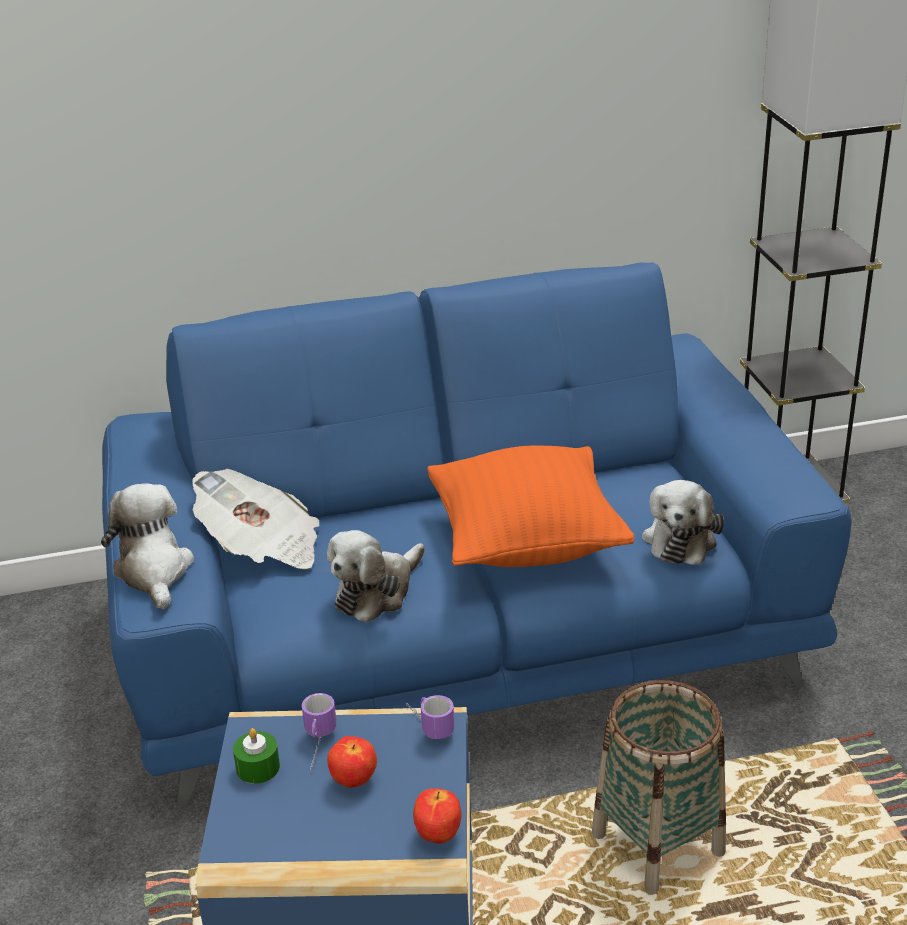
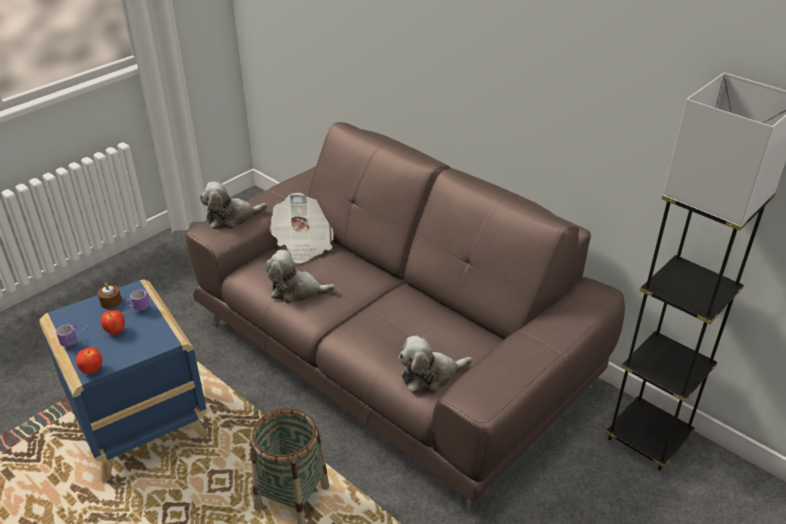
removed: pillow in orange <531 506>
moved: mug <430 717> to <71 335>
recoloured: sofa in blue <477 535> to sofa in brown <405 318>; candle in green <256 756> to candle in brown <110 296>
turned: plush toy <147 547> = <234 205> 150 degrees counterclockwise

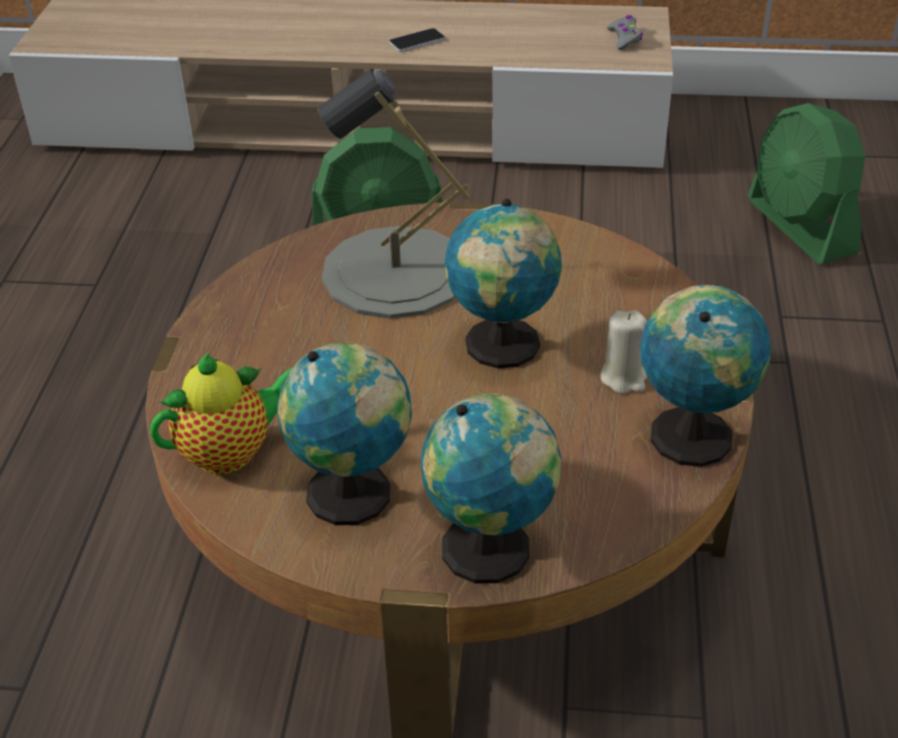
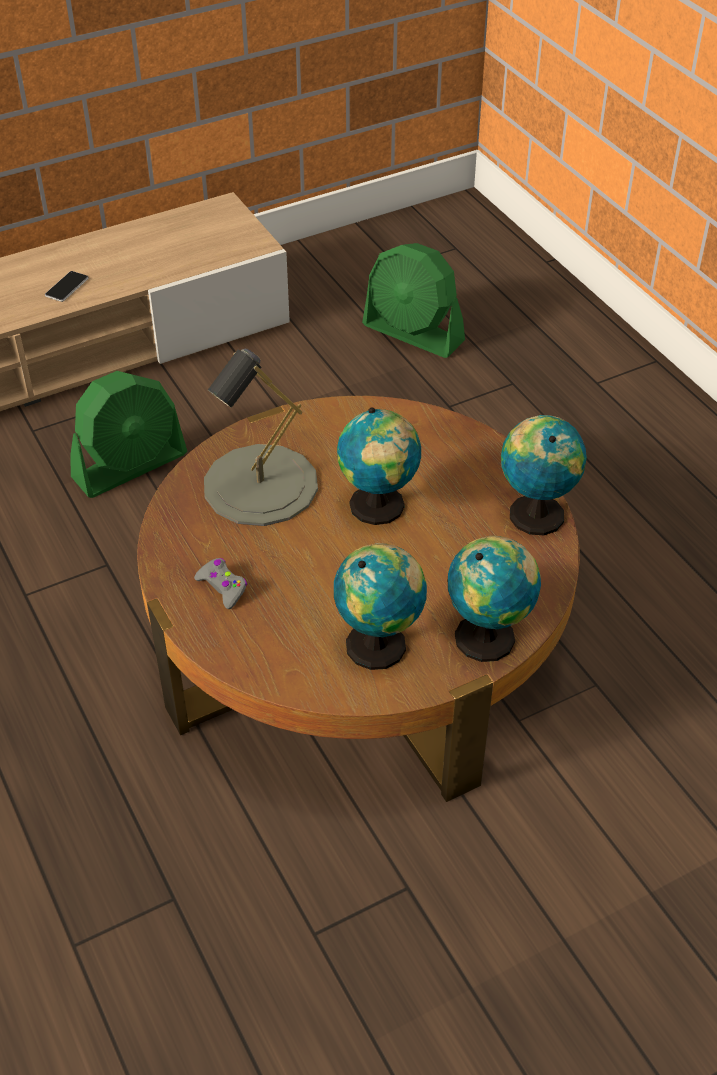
removed: candle in beige <623 352>; teapot <221 413>
moved: game controller in grey <625 32> to <220 583>

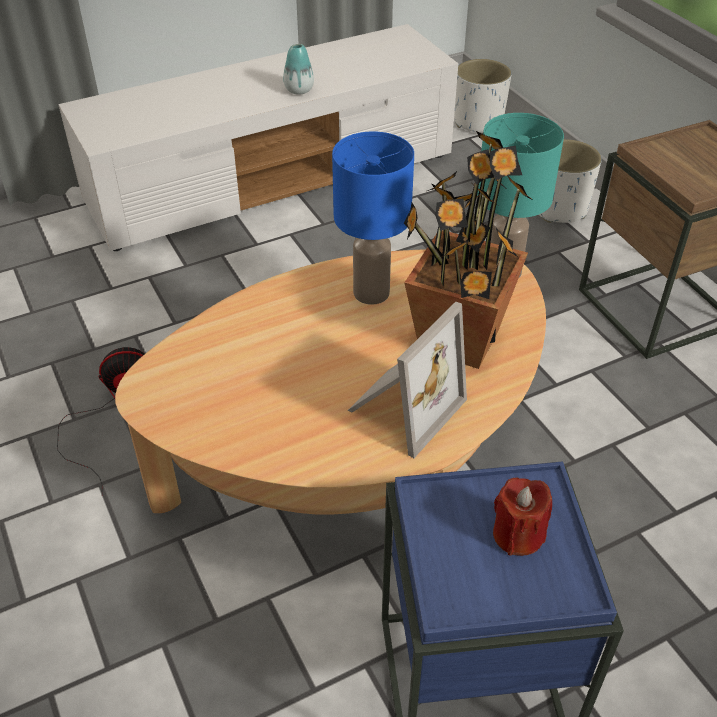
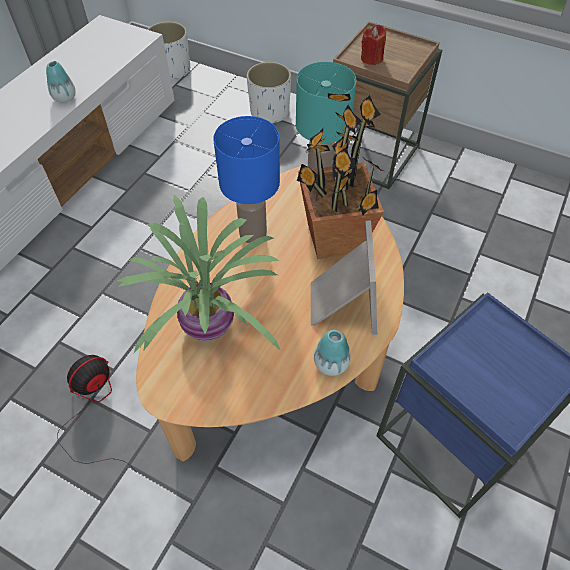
added: potted plant <199 274>; vase <332 353>
moved: candle in red <522 516> to <373 45>

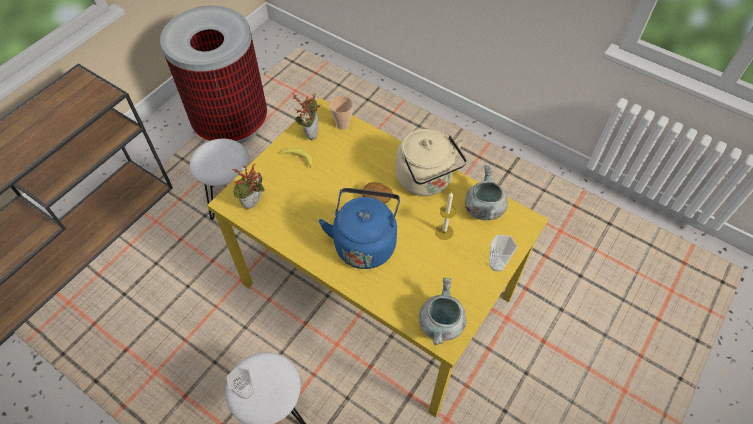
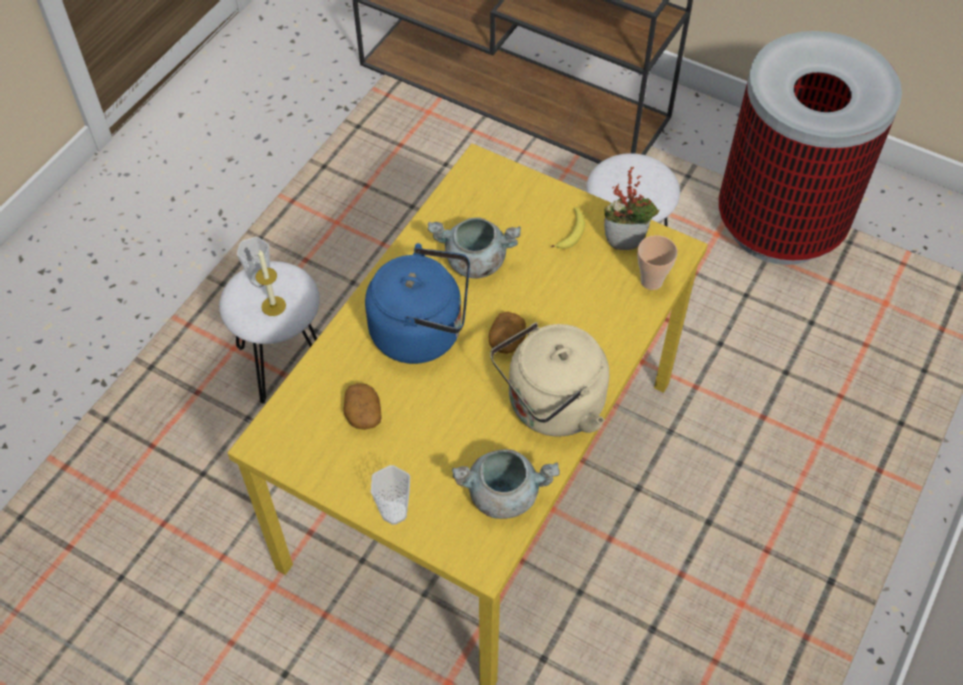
removed: potted plant <249 186>
added: potato <363 406>
moved: candle <445 216> to <270 283>; cooking pot in grey <443 311> to <474 248>

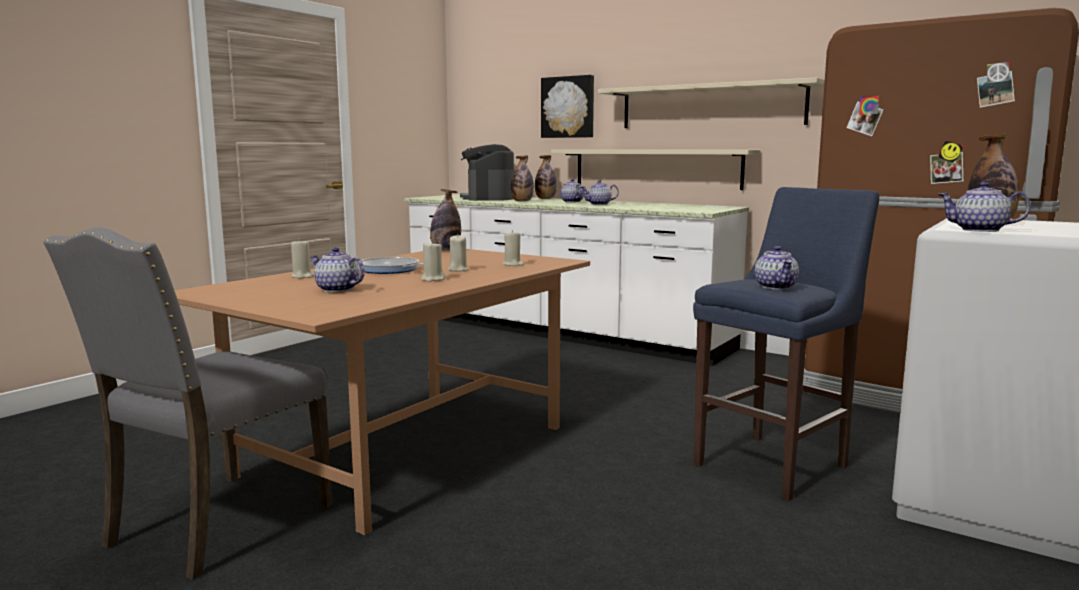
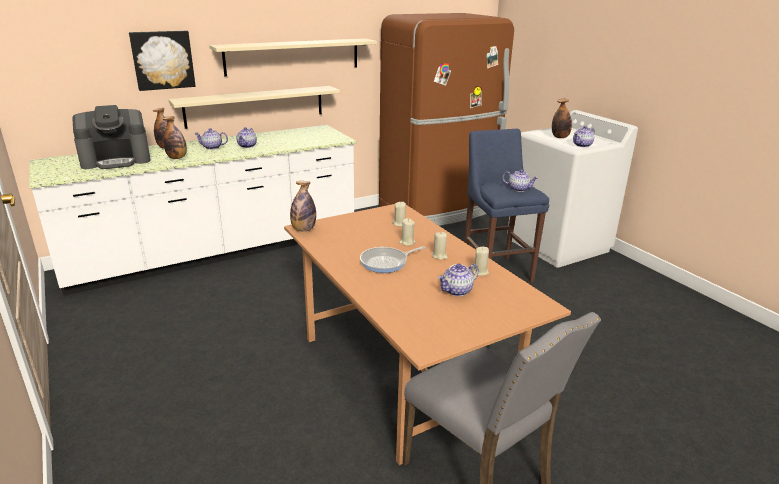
moved: candle in beige <302 258> to <480 261>
turned: coffee machine <487 172> = <111 137> 45 degrees counterclockwise

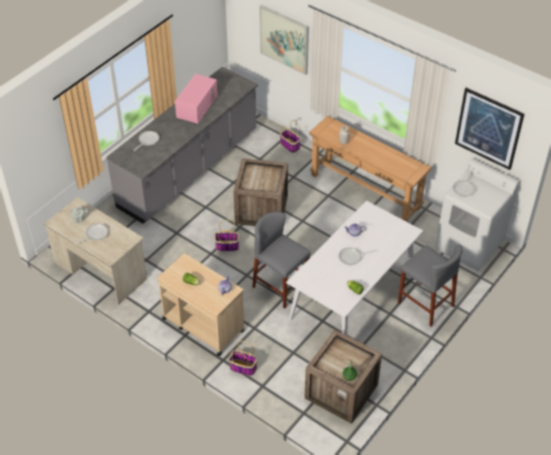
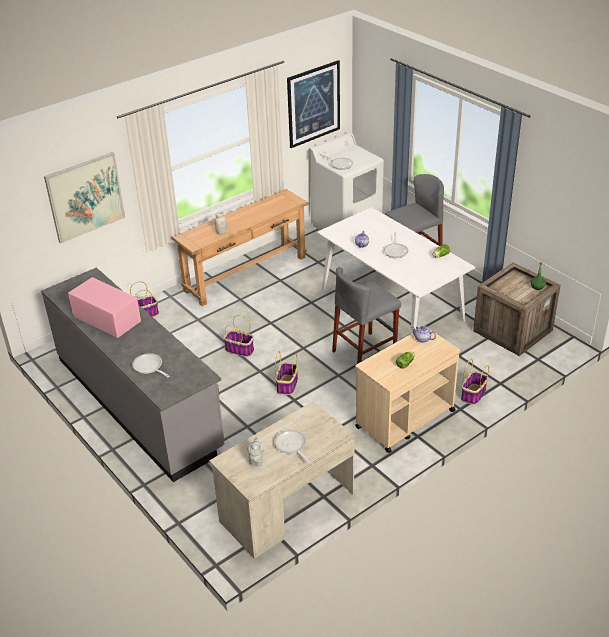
replaced: crate <261 192> to basket <239 336>

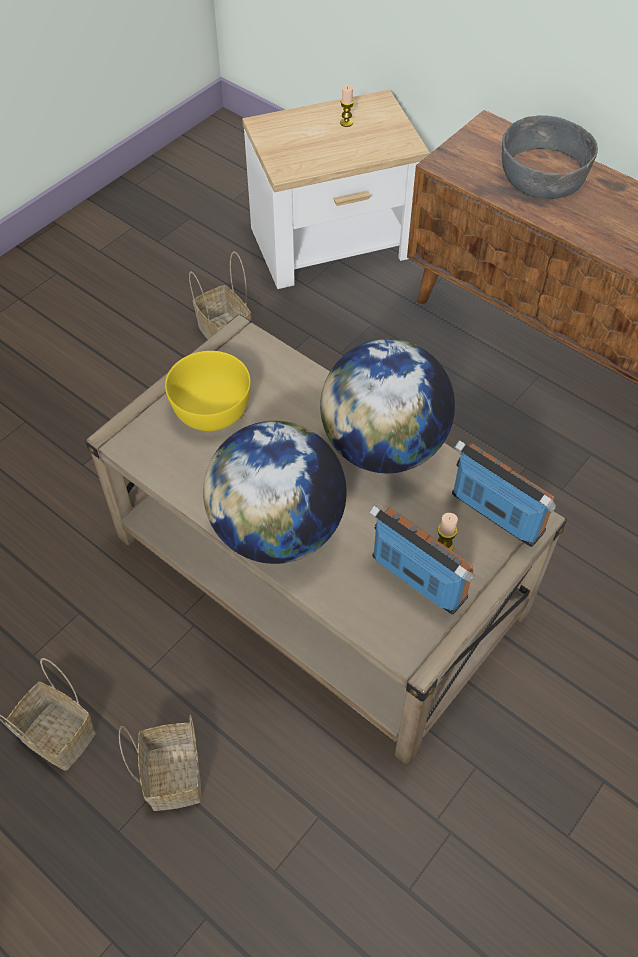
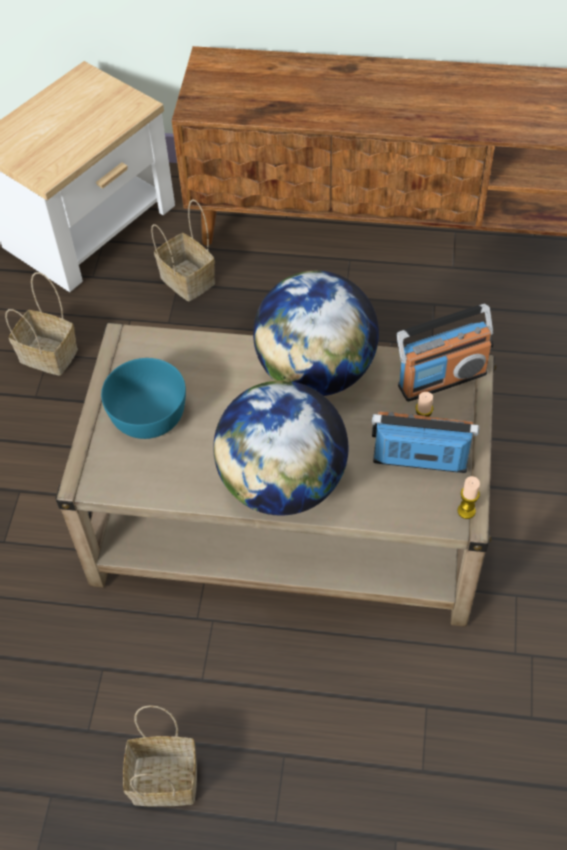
removed: bowl in grey <550 157>
moved: candle <347 105> to <468 497>; basket <160 762> to <183 250>
recoloured: bowl in yellow <208 391> to bowl in turquoise <143 398>
turned: radio <504 493> = <445 353> 150 degrees clockwise

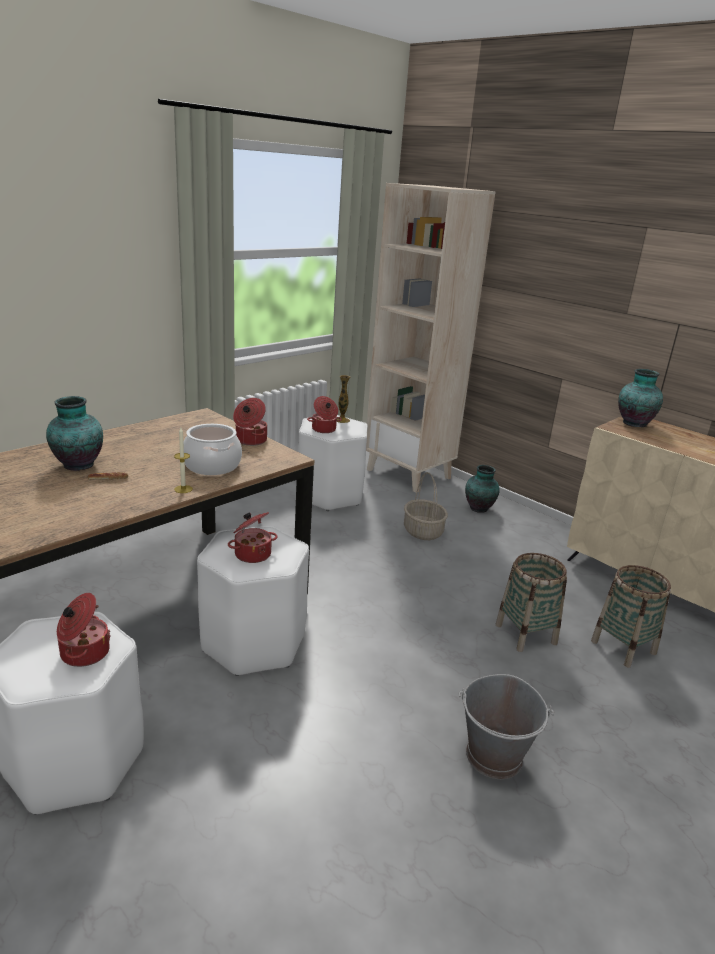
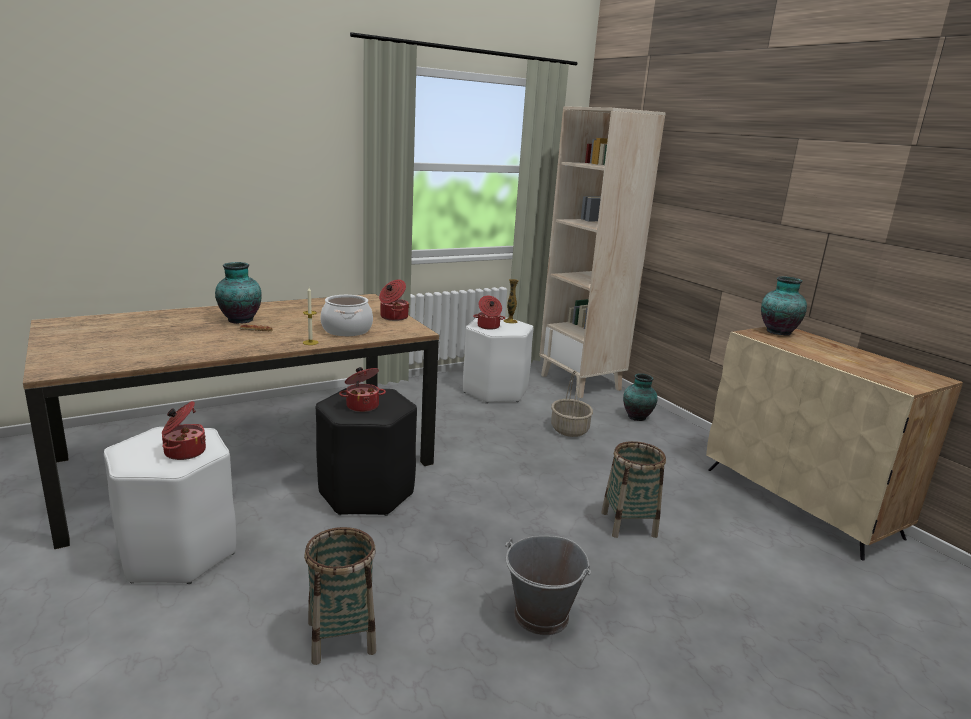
moved: basket <631 616> to <340 596>
recoloured: stool in white <253 601> to stool in black <366 452>

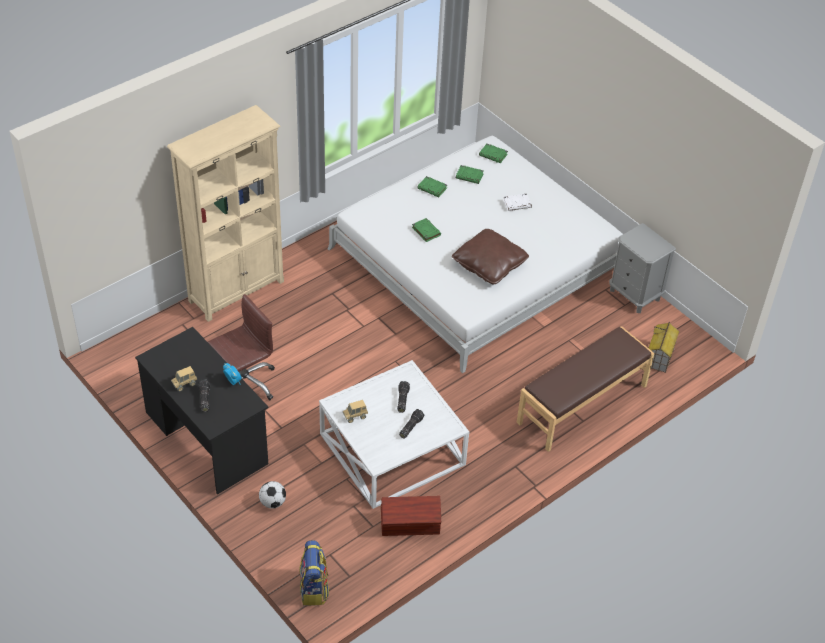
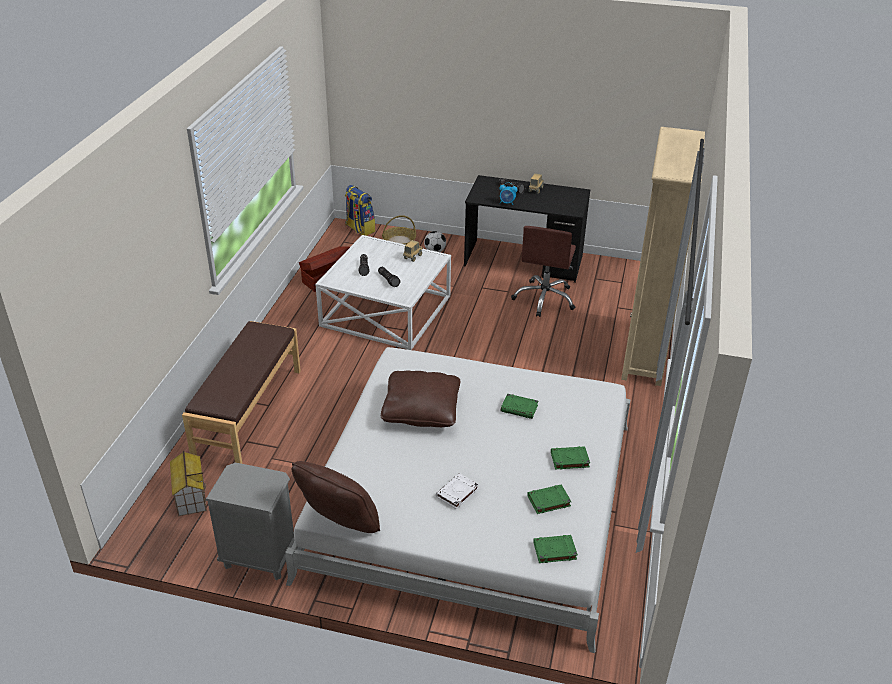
added: basket <399 230>; pillow in brown <336 497>

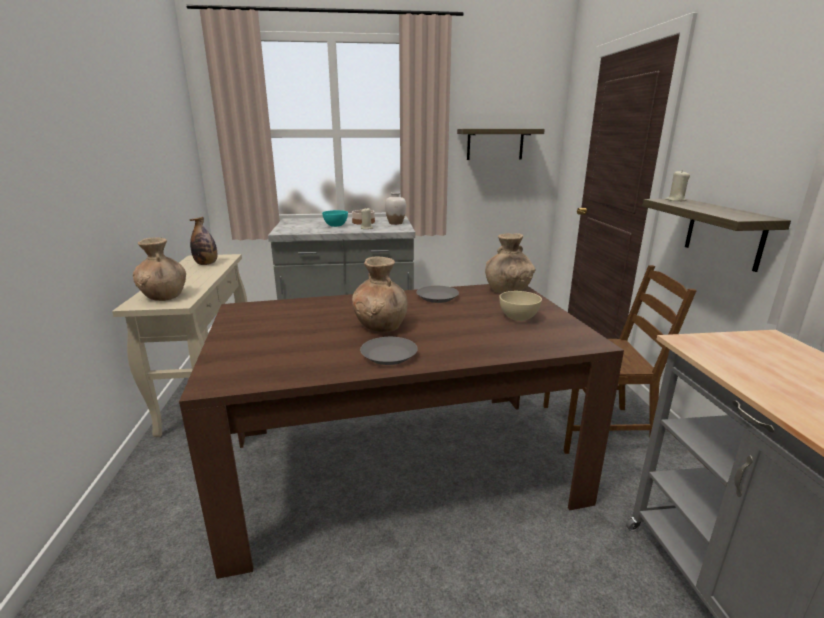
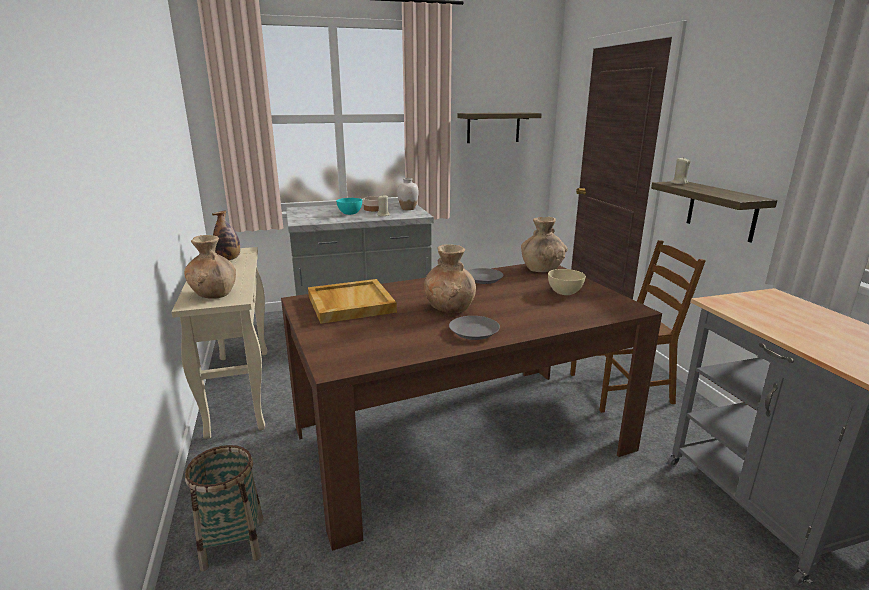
added: tray in beige <352 301>; basket <224 508>

